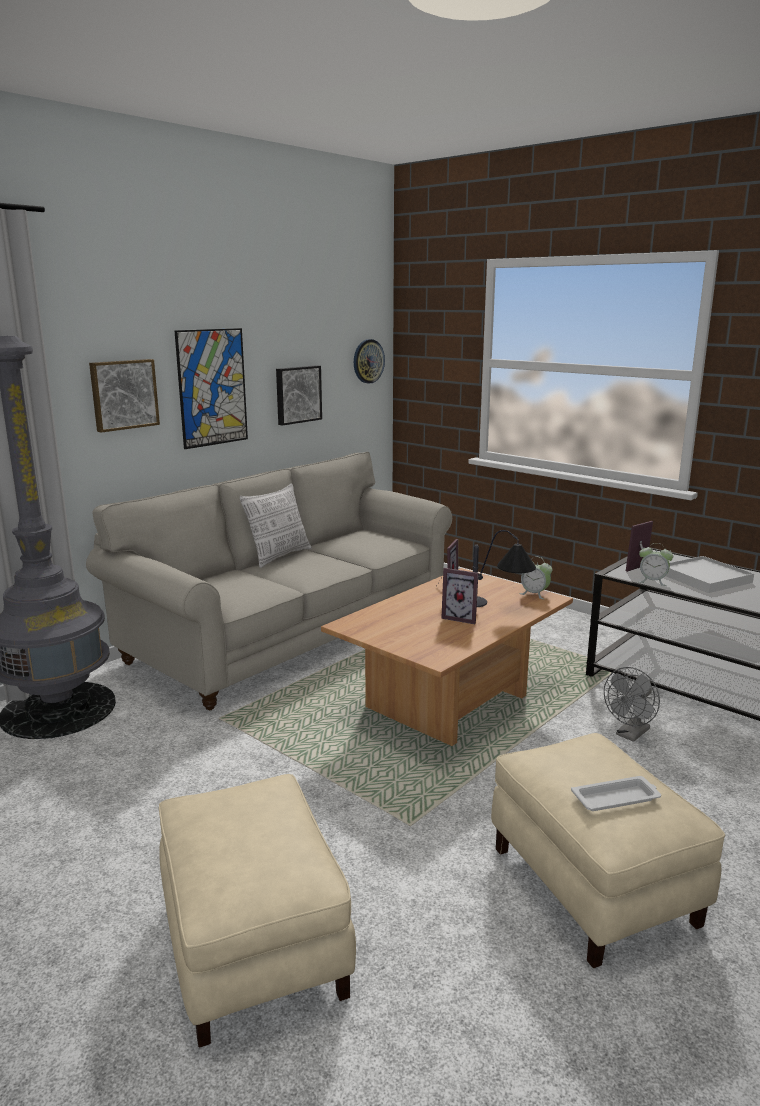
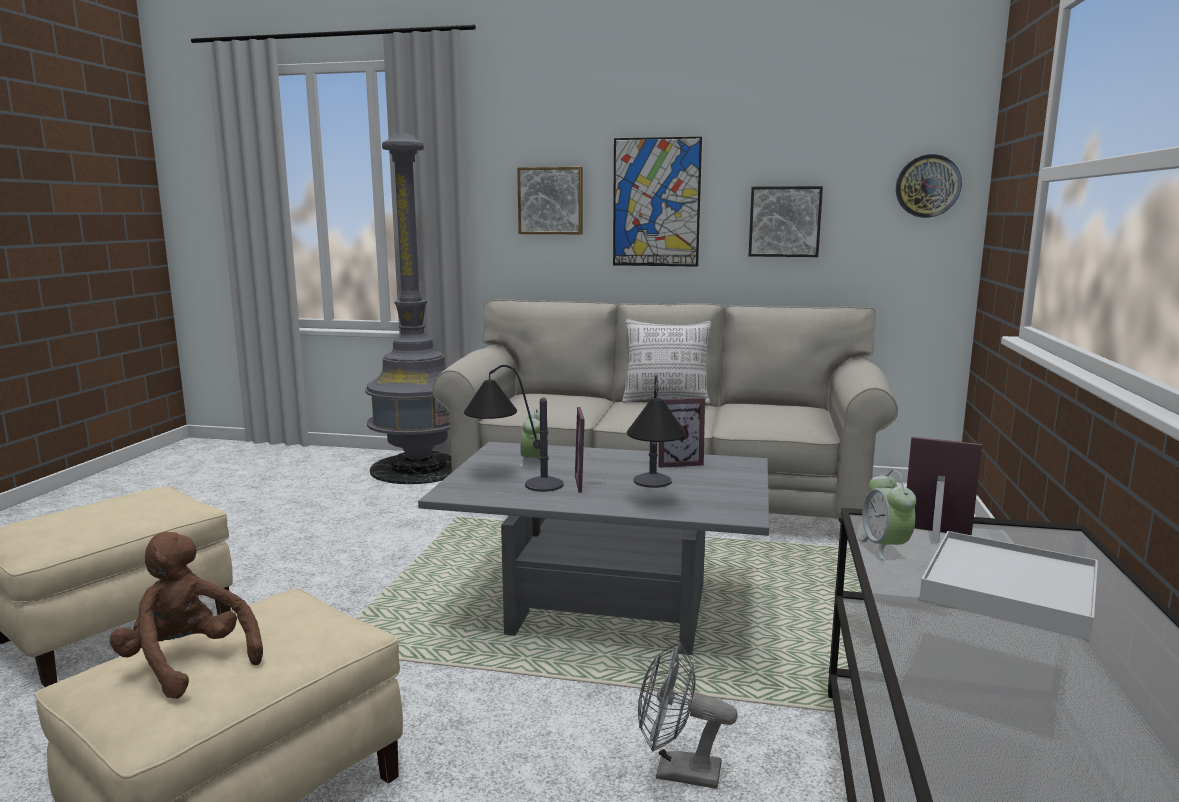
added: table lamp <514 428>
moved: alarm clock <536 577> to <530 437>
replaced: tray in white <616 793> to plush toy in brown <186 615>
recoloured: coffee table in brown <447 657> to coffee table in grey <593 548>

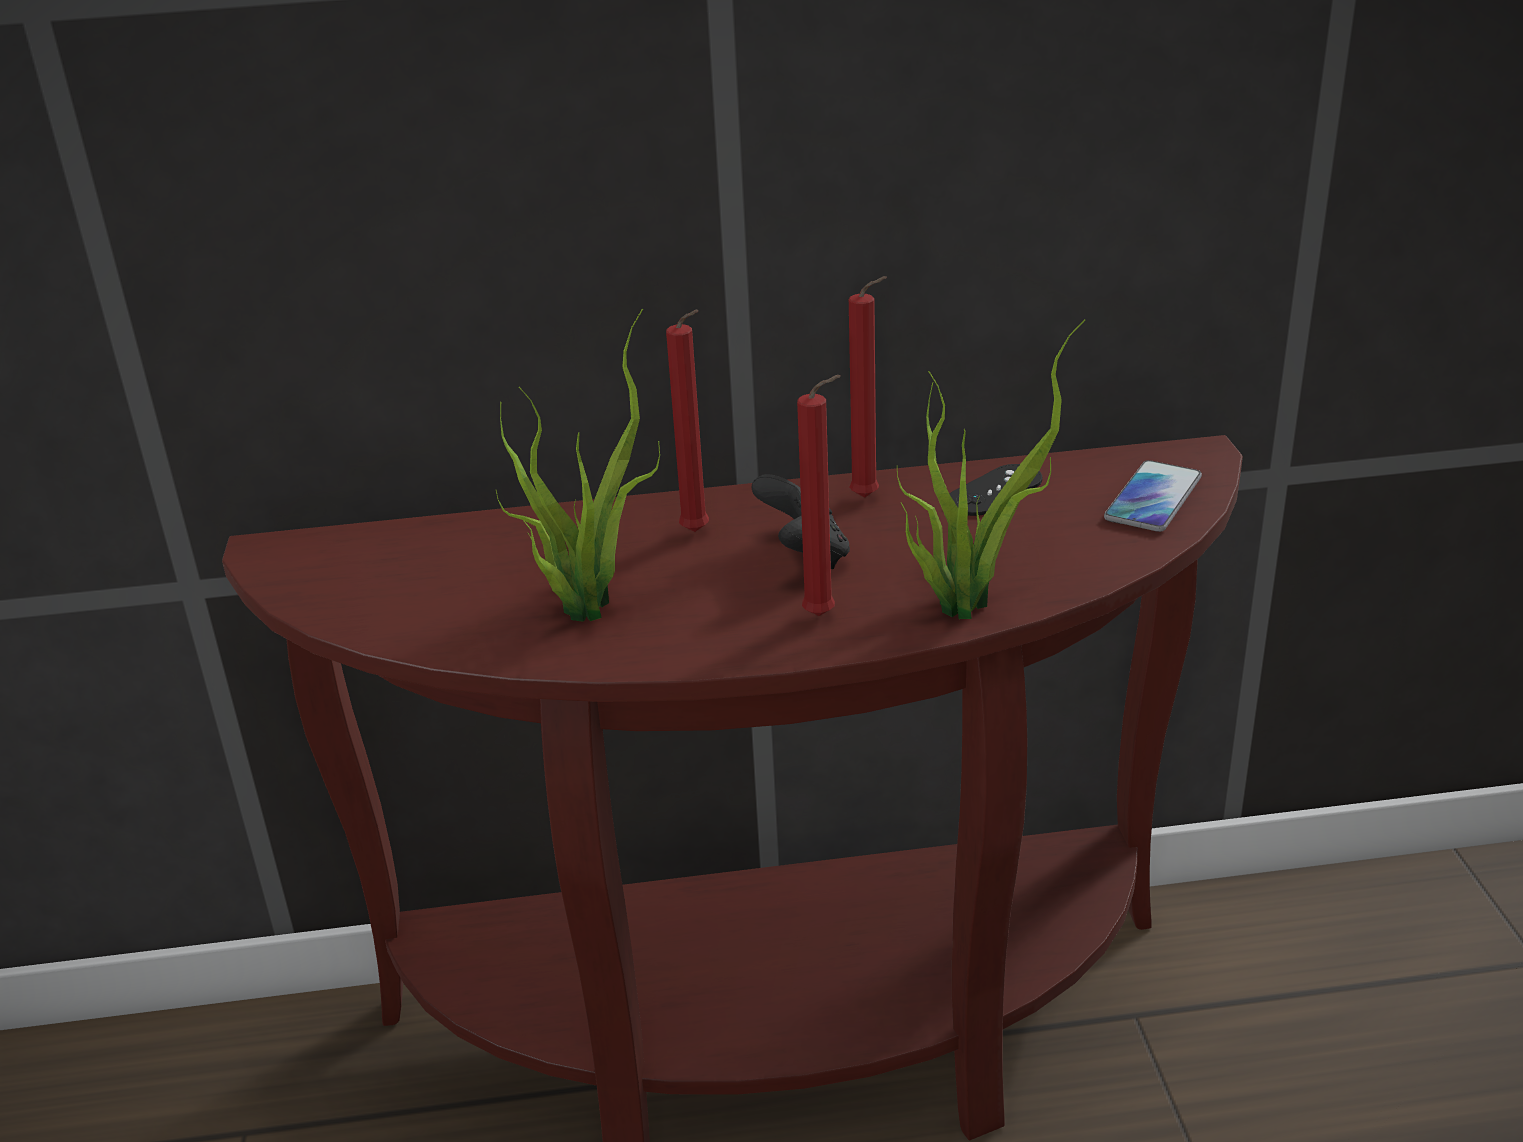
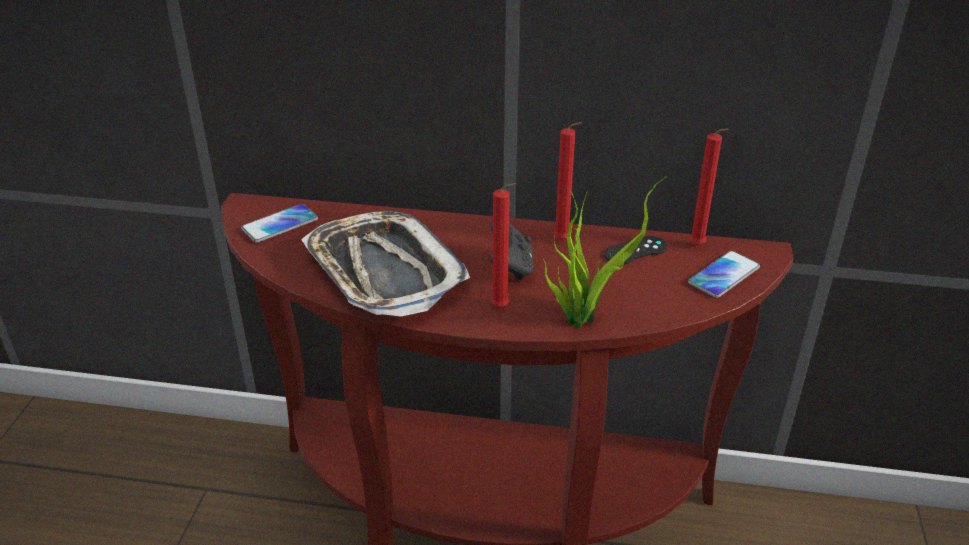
added: phone <279 223>
moved: candle in red <687 421> to <709 186>
replaced: potted plant <578 465> to tray <385 263>

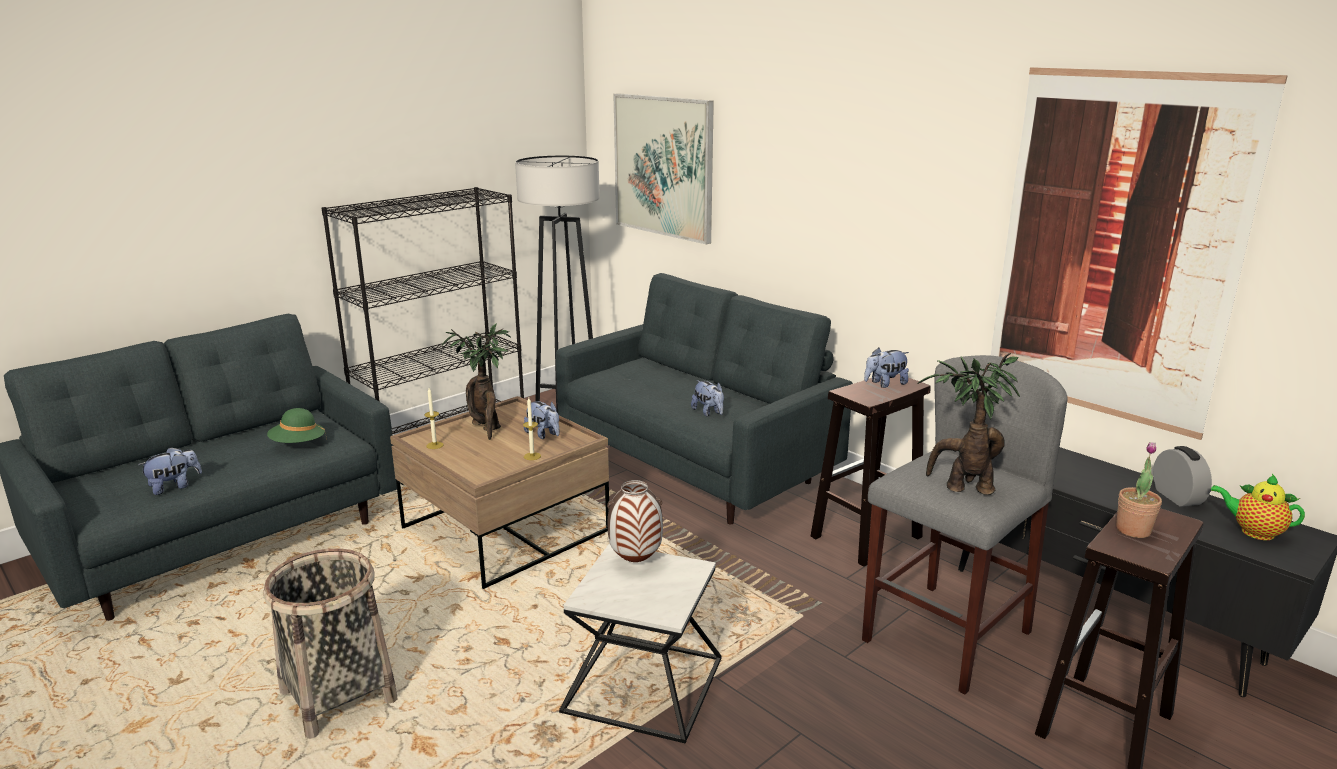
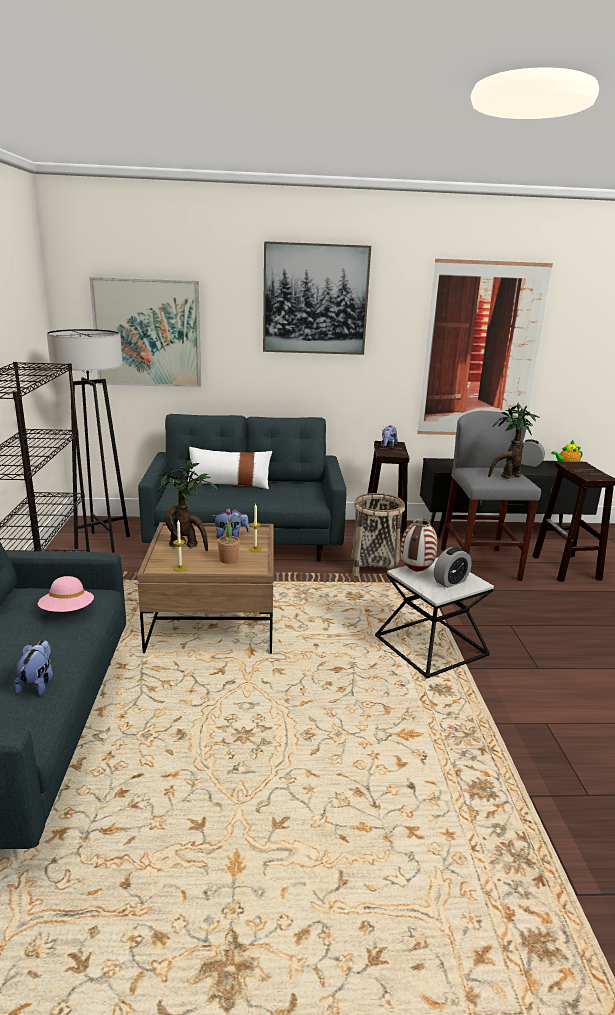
removed: plush toy <707 398>
added: picture <317 298>; pillow in white <230 468>; alarm clock <453 567>
moved: potted plant <1139 490> to <229 536>; basket <330 643> to <378 534>
recoloured: hat in green <297 425> to hat in pink <66 594>

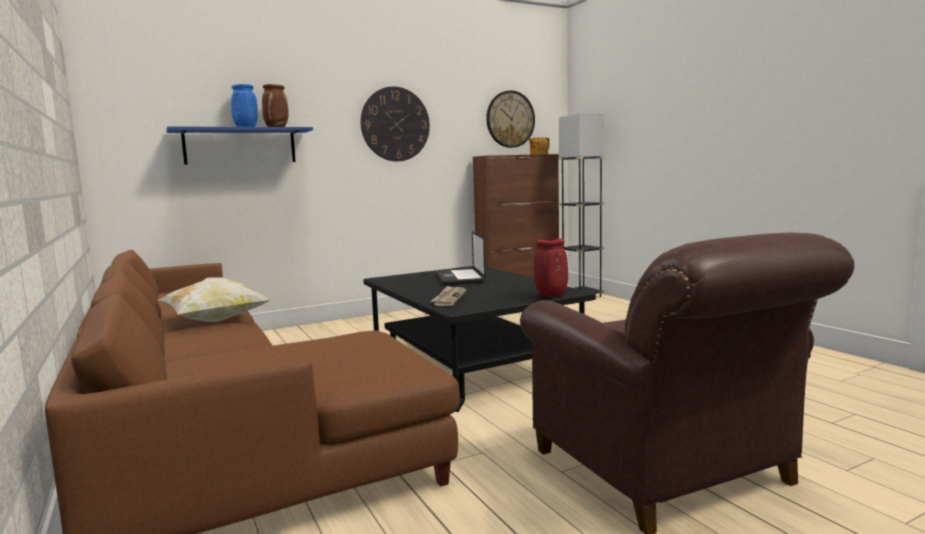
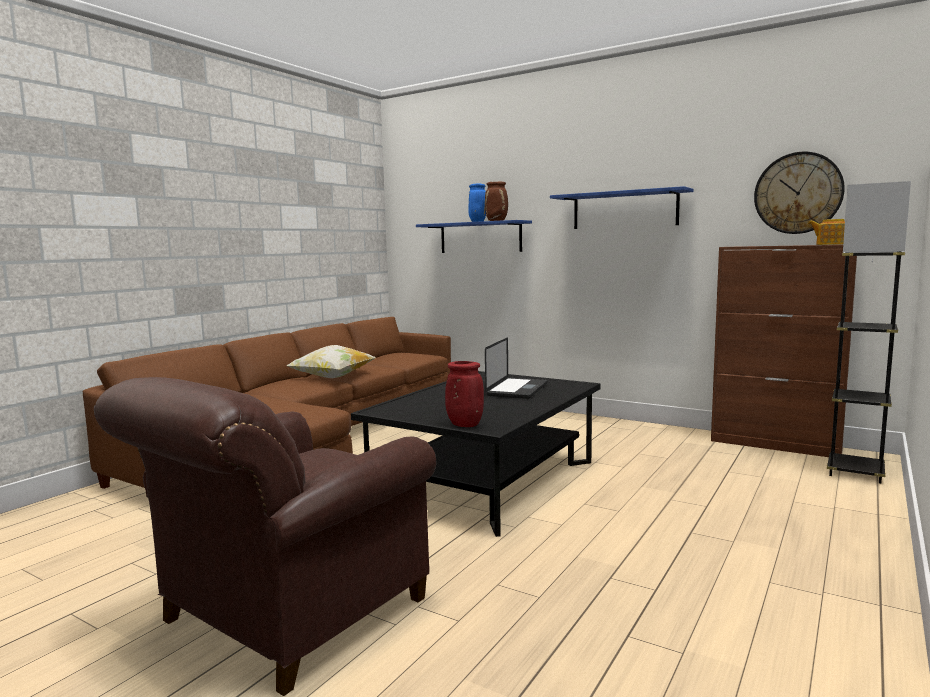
removed: newspaper <448 295>
replaced: wall clock <395 123> to shelf in blue <621 207>
turned: laptop <460 258> = <516 368> 150 degrees clockwise

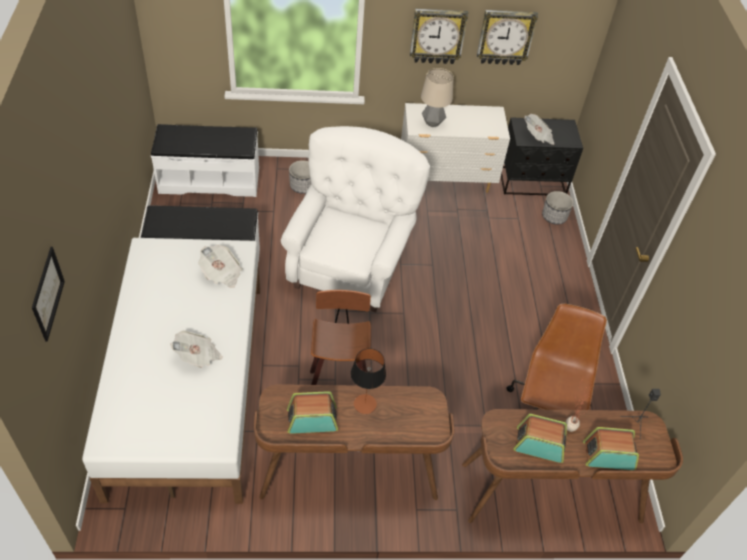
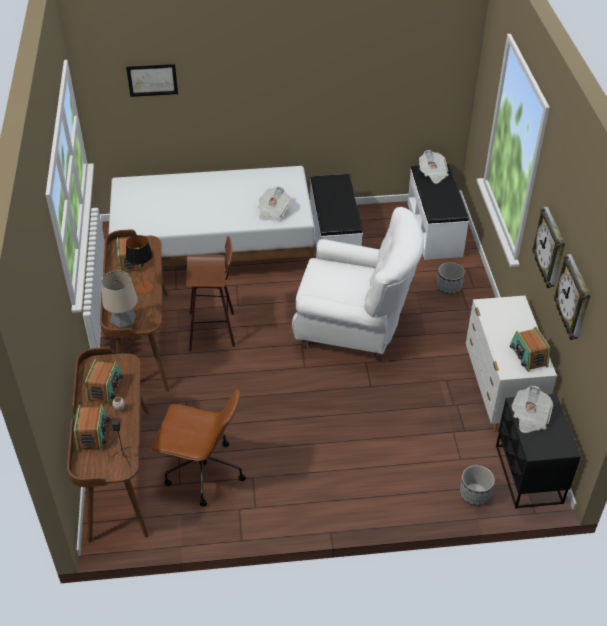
added: radio <530 349>
moved: table lamp <437 97> to <119 300>; newspaper <196 349> to <434 167>

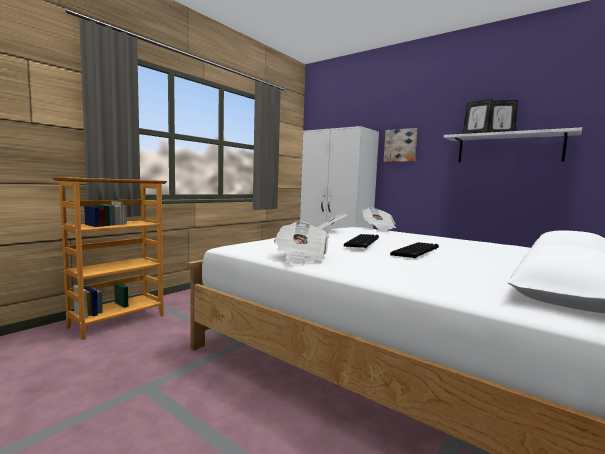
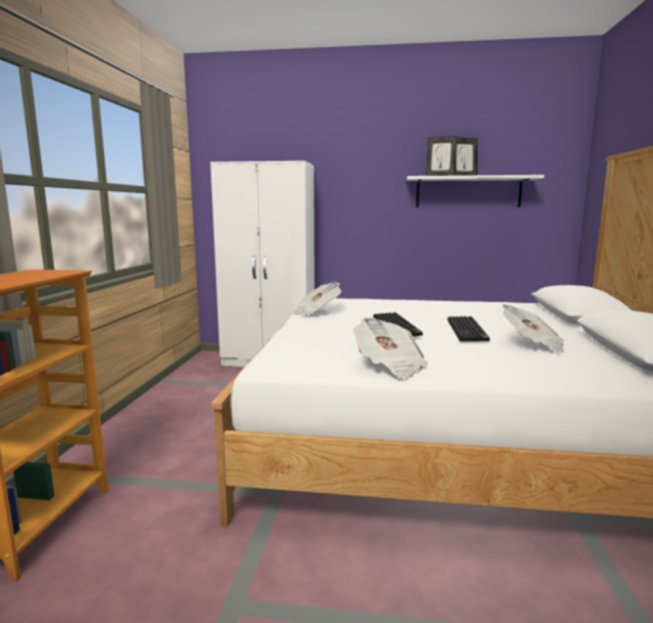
removed: picture <400 145>
moved: newspaper <379 219> to <533 328>

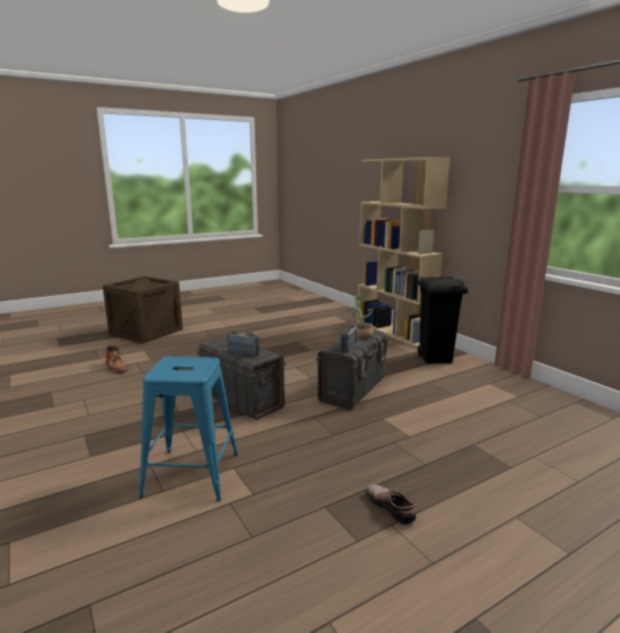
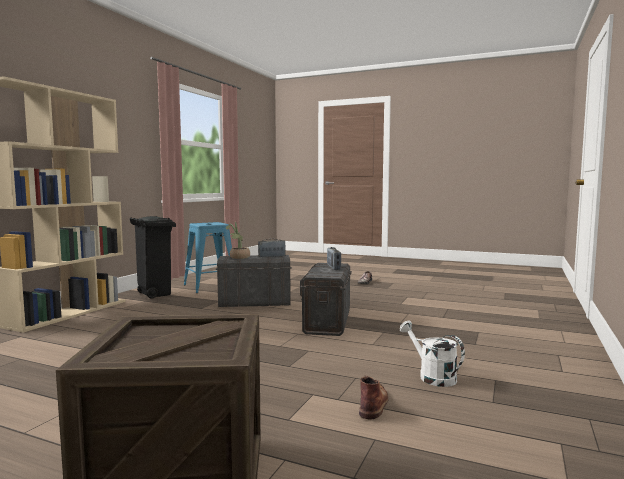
added: watering can in white <432 353>
moved: stool in blue <188 428> to <208 257>

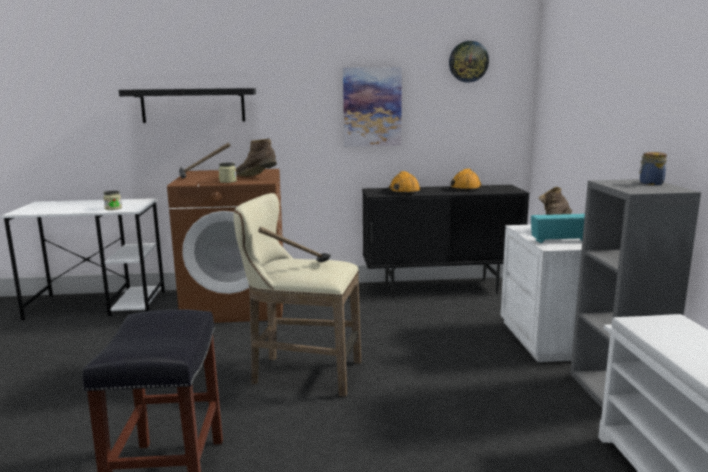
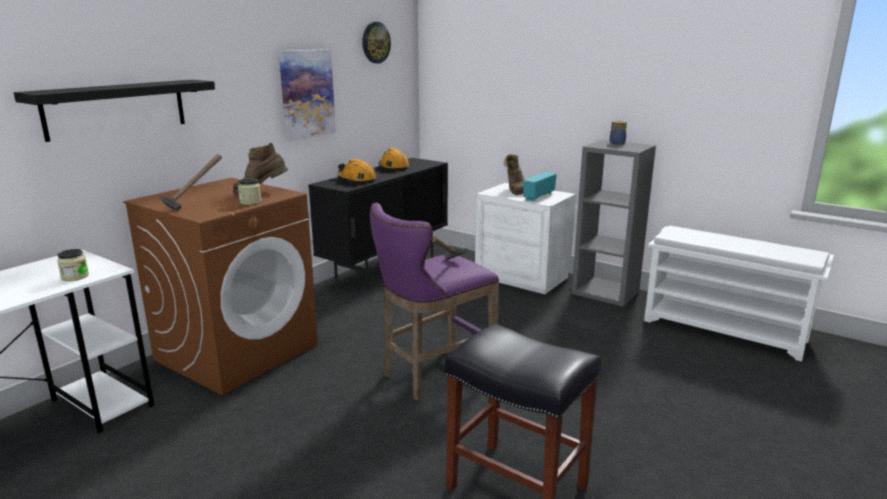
recoloured: stool in beige <297 295> to stool in purple <434 302>

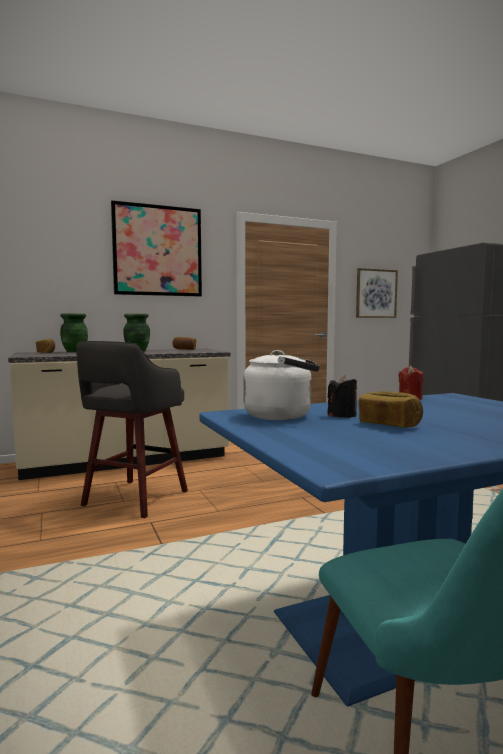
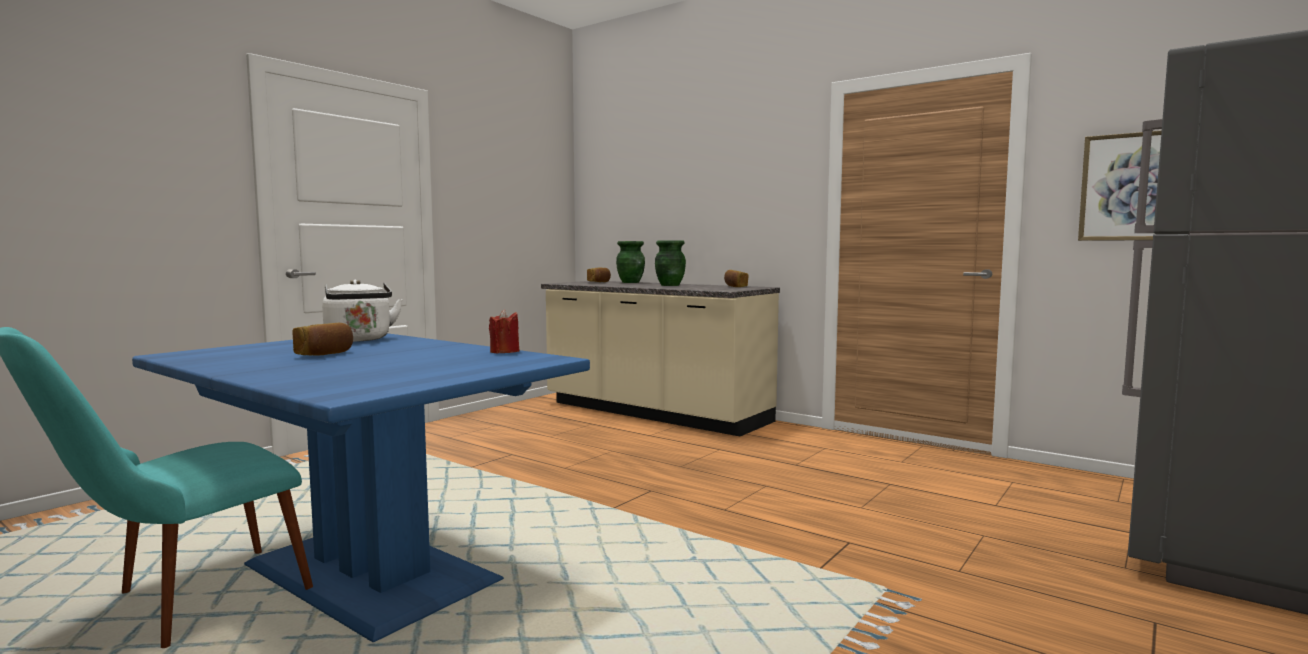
removed: picture <156 248>; stool in grey <132 429>; candle in black <342 396>

